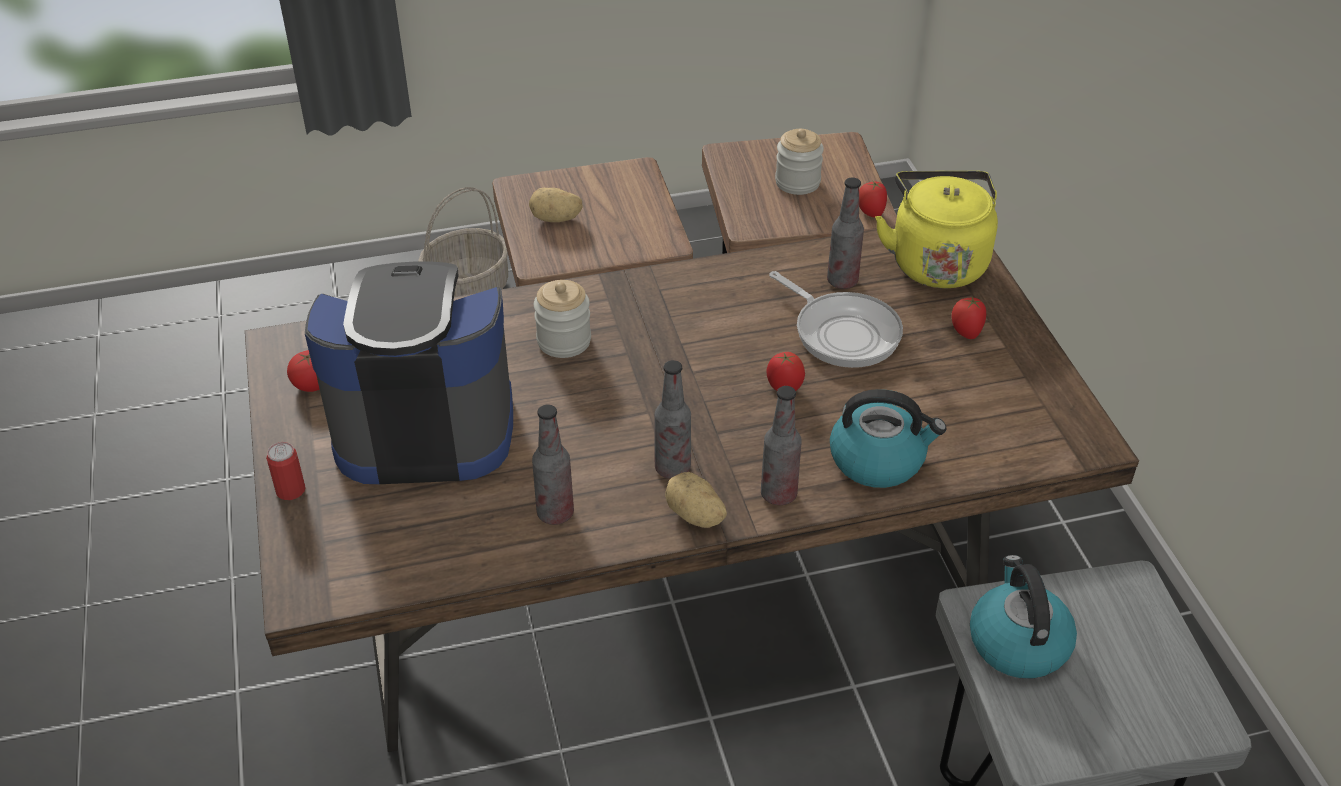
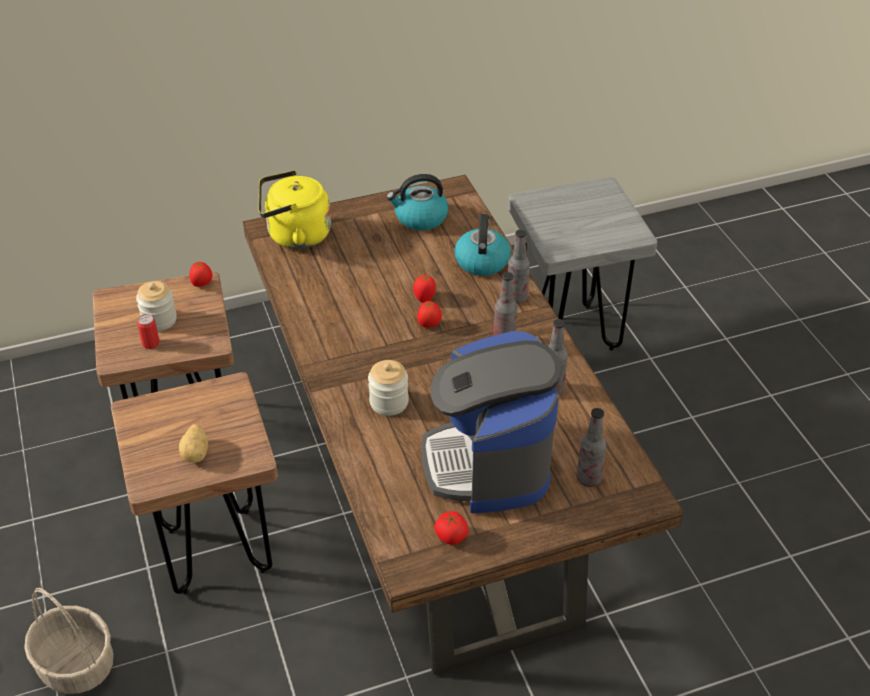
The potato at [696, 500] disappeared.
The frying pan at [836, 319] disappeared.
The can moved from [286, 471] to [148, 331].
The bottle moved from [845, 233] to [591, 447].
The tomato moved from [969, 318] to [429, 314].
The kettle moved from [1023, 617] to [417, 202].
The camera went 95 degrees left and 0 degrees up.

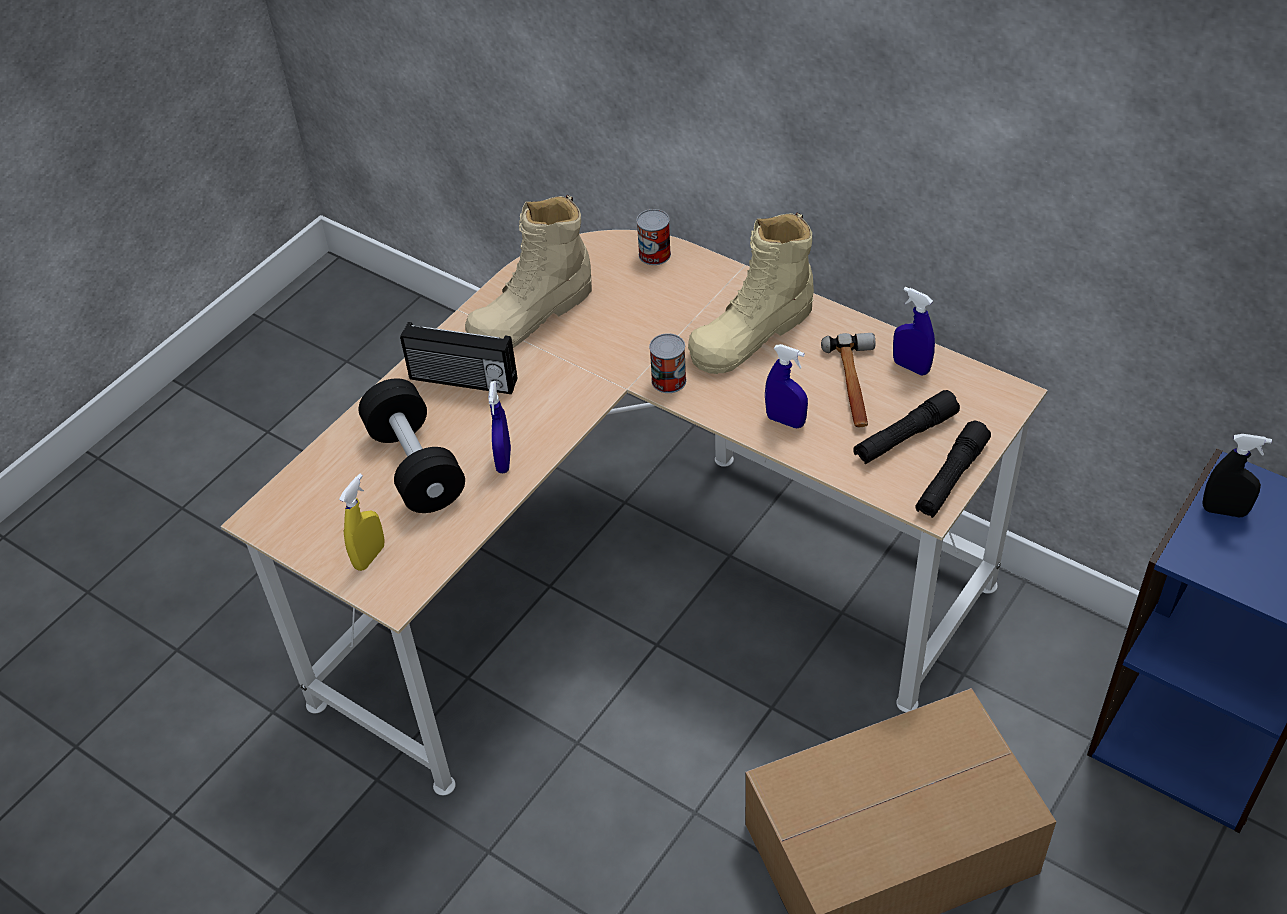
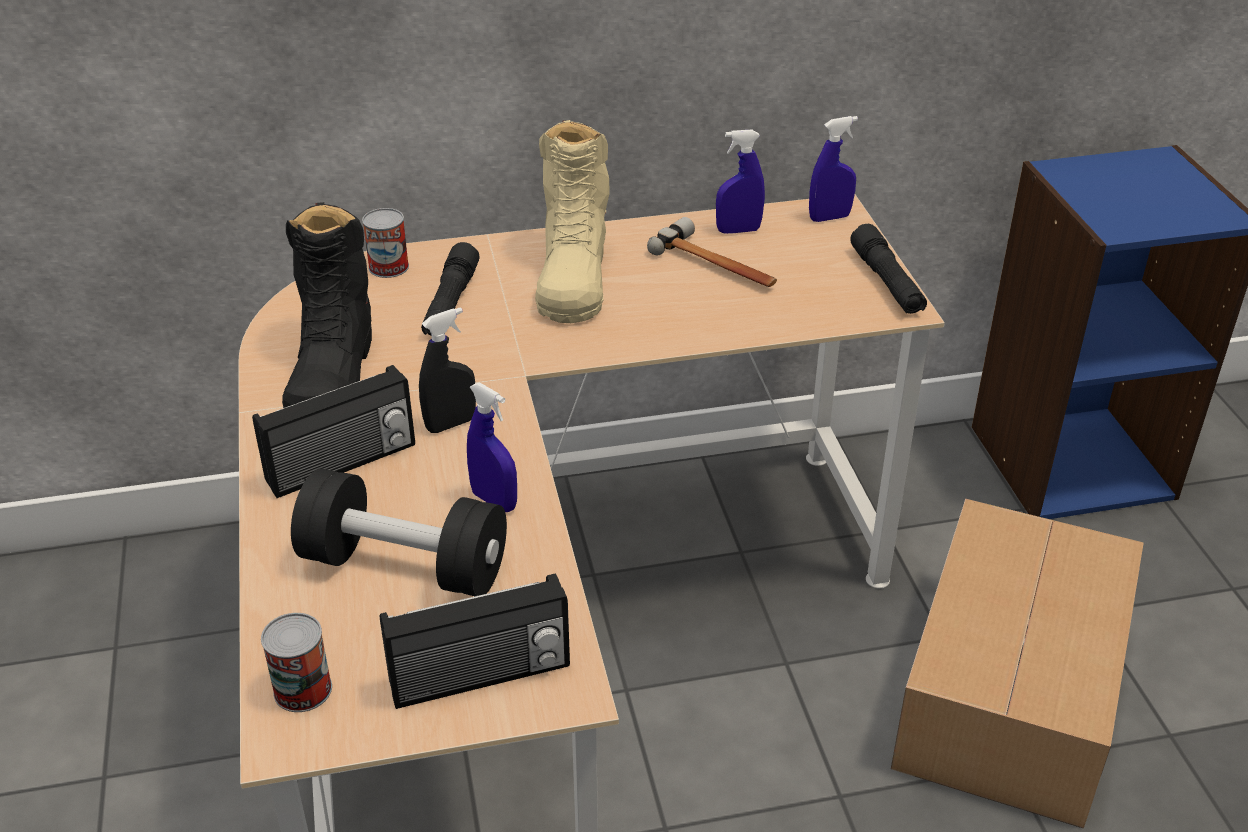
The can moved from [667, 363] to [296, 662].
The spray bottle (blue) moved from [786, 386] to [833, 169].
The flashlight (black) moved from [906, 427] to [450, 289].
The spray bottle (black) moved from [1237, 475] to [447, 370].
The spray bottle (yellow) at [361, 522] was replaced by the radio at [475, 641].
The boot (beige) at [528, 271] became the boot (black) at [327, 305].
The camera went 50 degrees left and 10 degrees down.

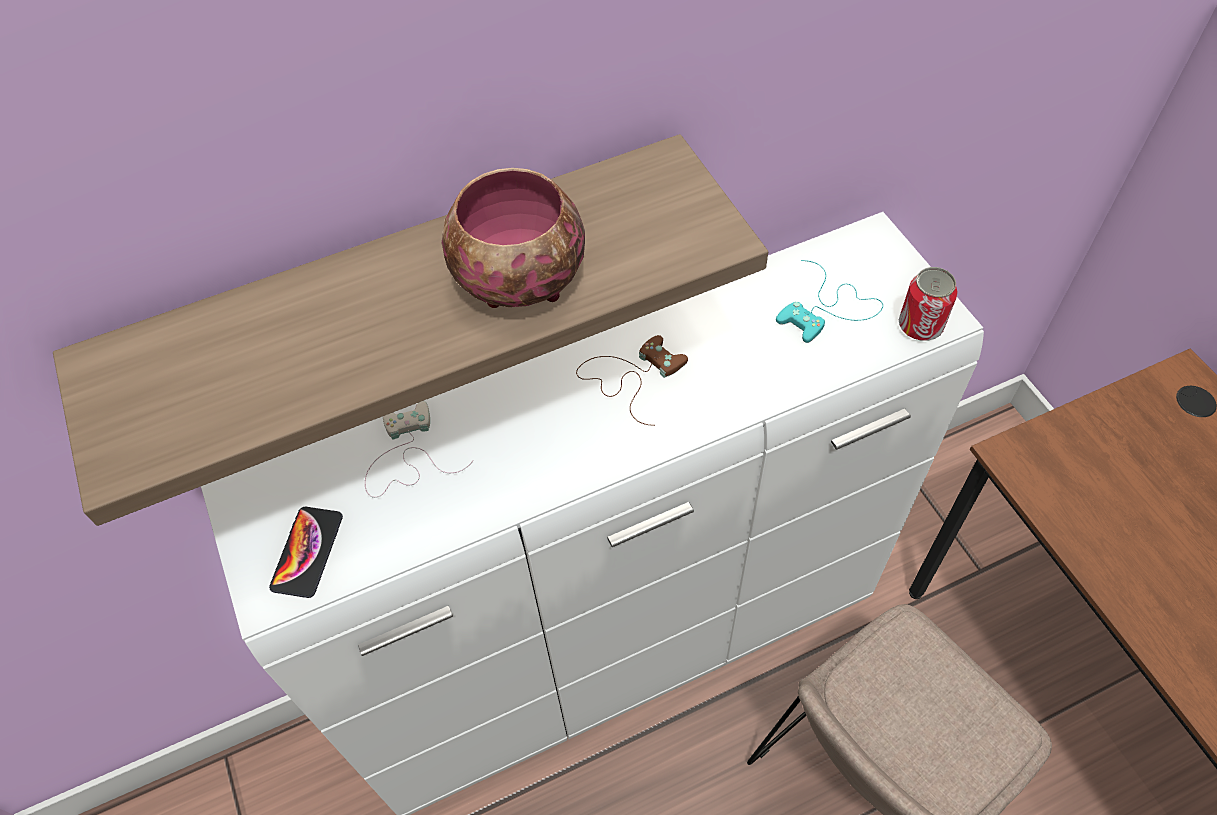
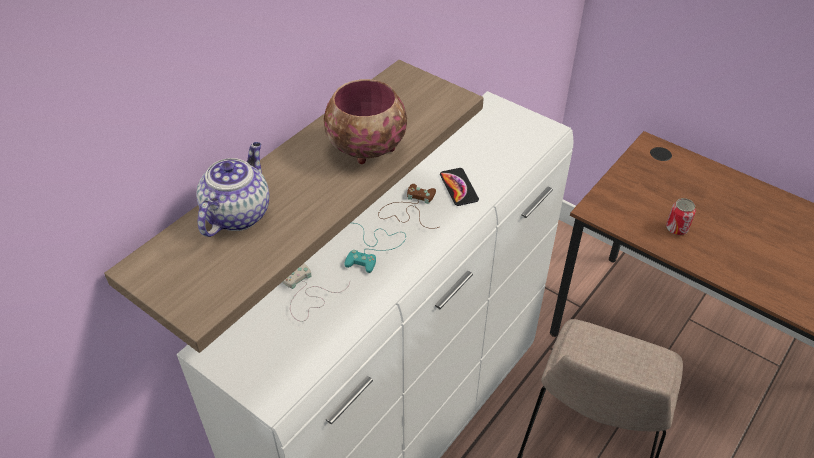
The teapot at [233, 189] appeared.
The phone moved from [306, 552] to [459, 187].
The game controller (turquoise) moved from [829, 301] to [375, 248].
The can moved from [928, 304] to [681, 216].
The camera went 30 degrees left and 10 degrees down.

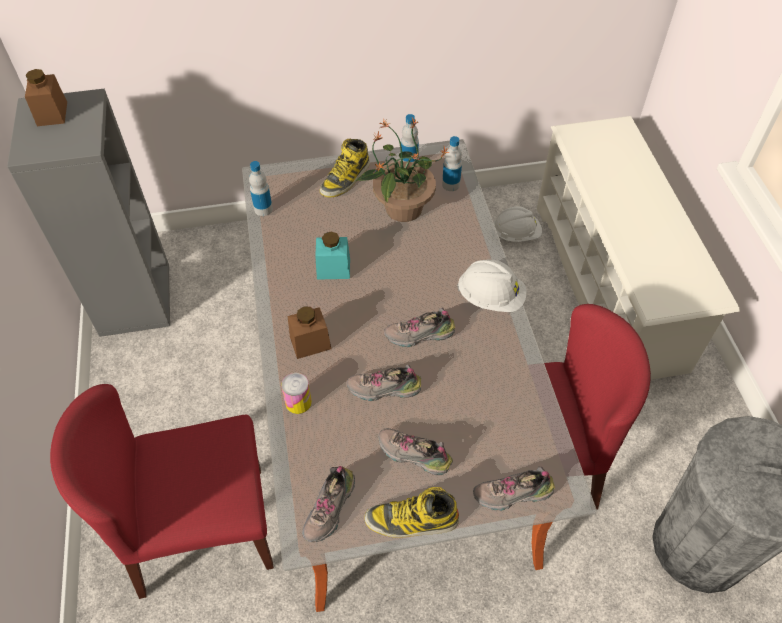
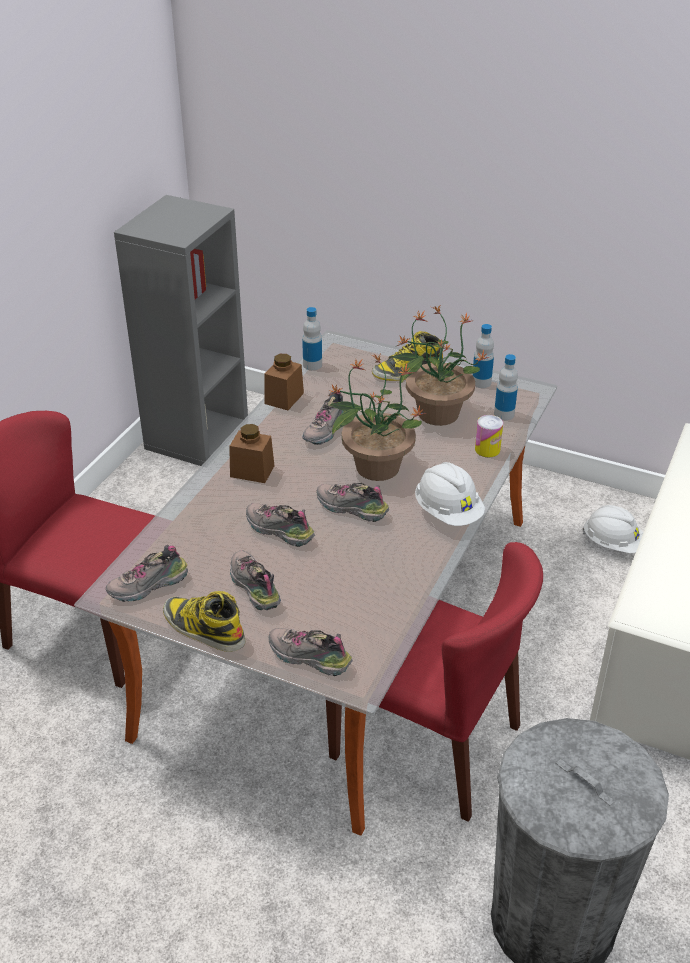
The potted plant at [377, 417] appeared.
The jar (brown) moved from [46, 97] to [284, 382].
The can moved from [296, 393] to [489, 436].
The jar (turquoise) at [332, 256] was replaced by the shoe at [323, 417].
The camera went 35 degrees right and 15 degrees down.

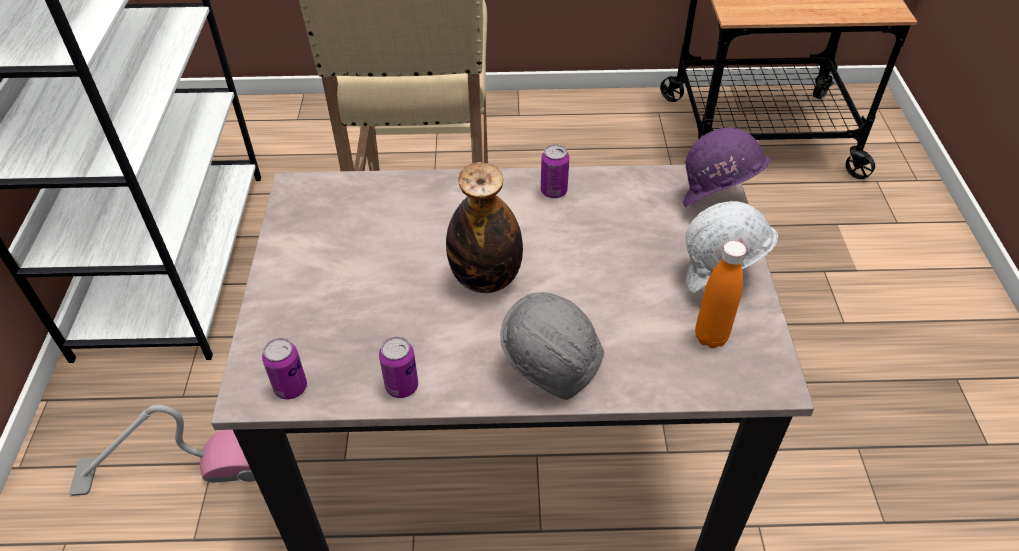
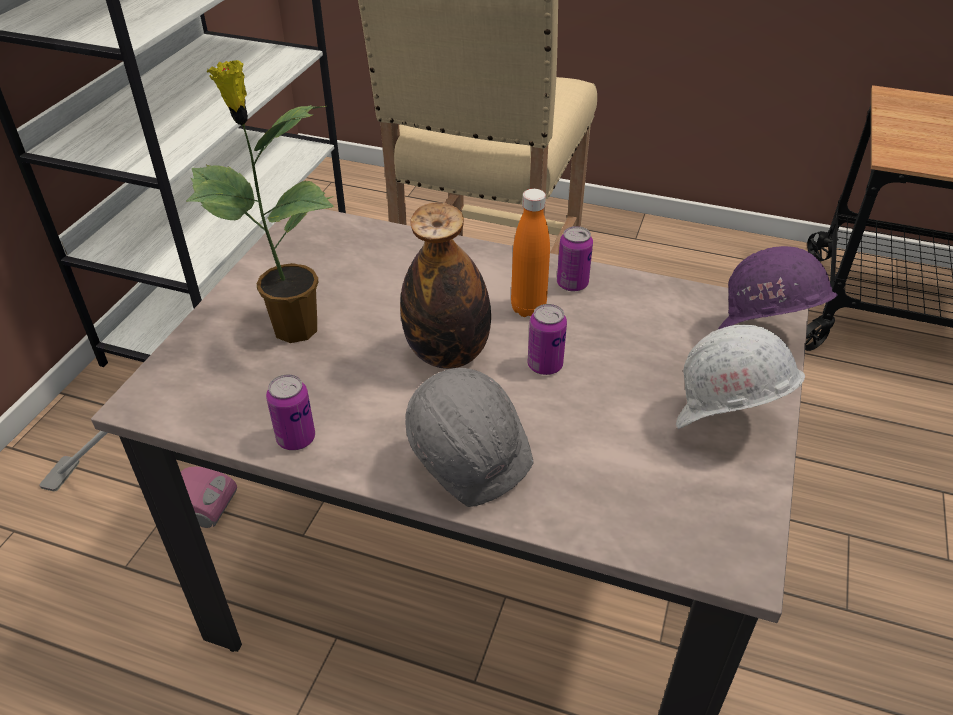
The potted plant at [260, 201] appeared.
The can moved from [284, 369] to [547, 339].
The bottle (orange) moved from [720, 294] to [530, 253].
The camera went 20 degrees right and 5 degrees down.

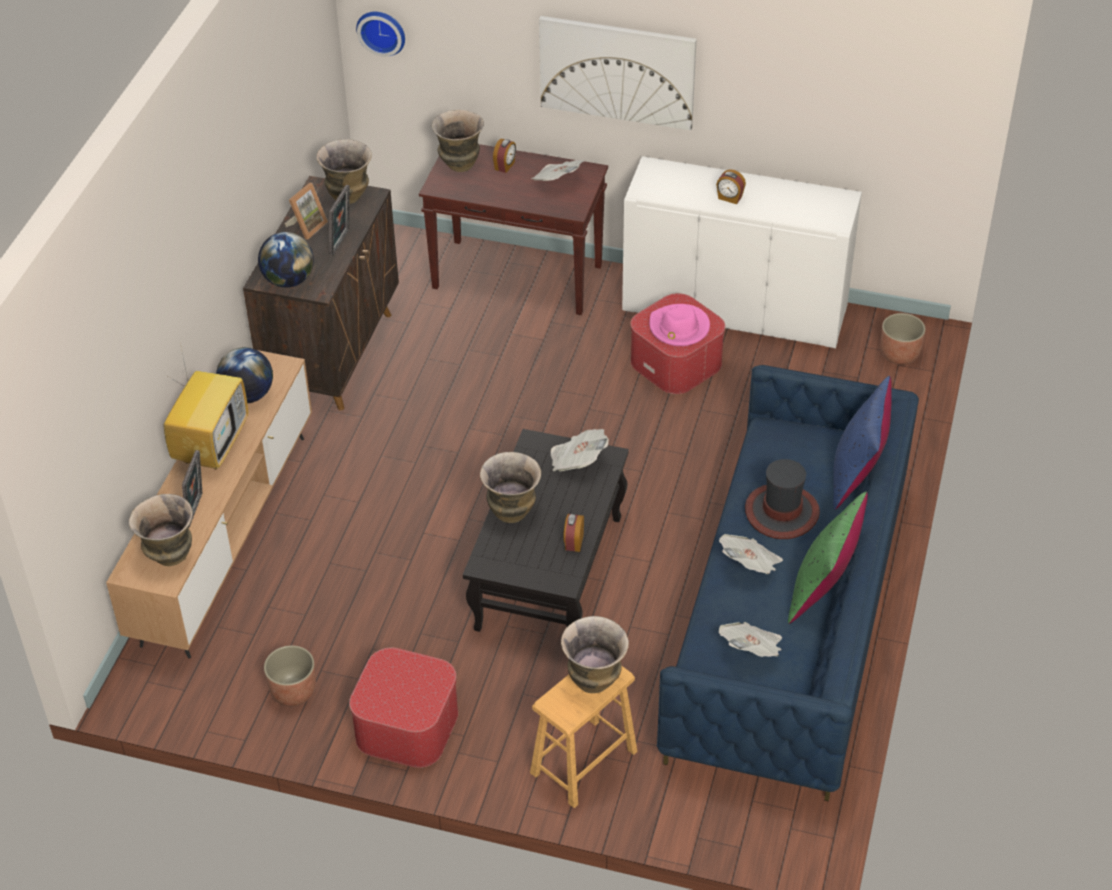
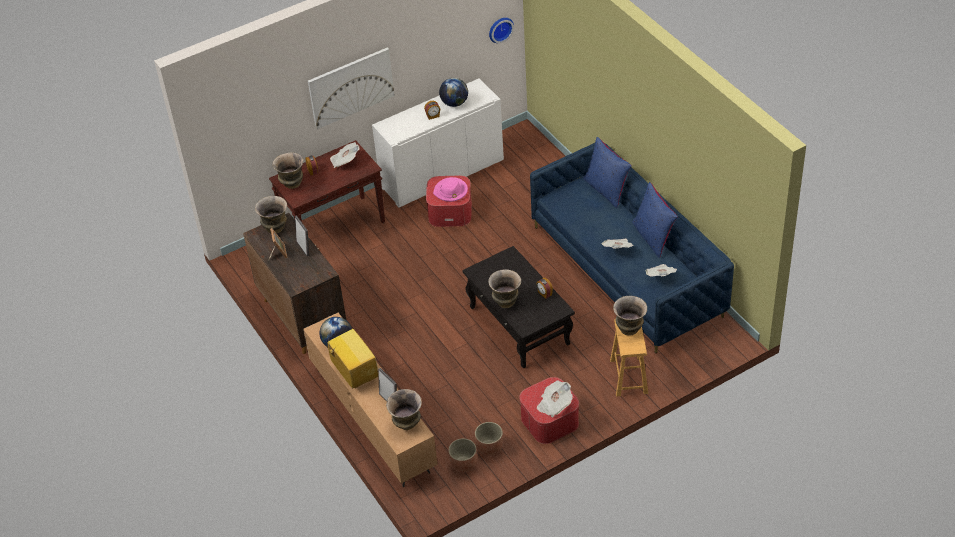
The hat at [782, 499] disappeared.
The globe moved from [286, 260] to [453, 92].
The wall clock moved from [380, 34] to [501, 30].
The newspaper moved from [580, 450] to [555, 399].
The planter moved from [903, 339] to [462, 455].
The pillow (green) at [828, 557] became the pillow (blue) at [654, 220].
The camera went 45 degrees left and 0 degrees up.

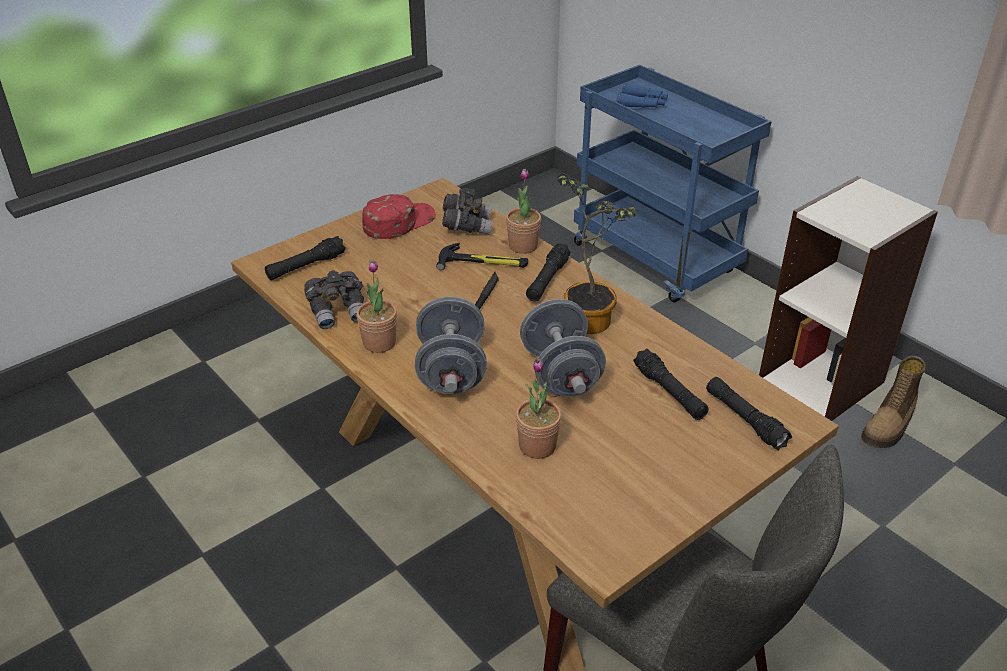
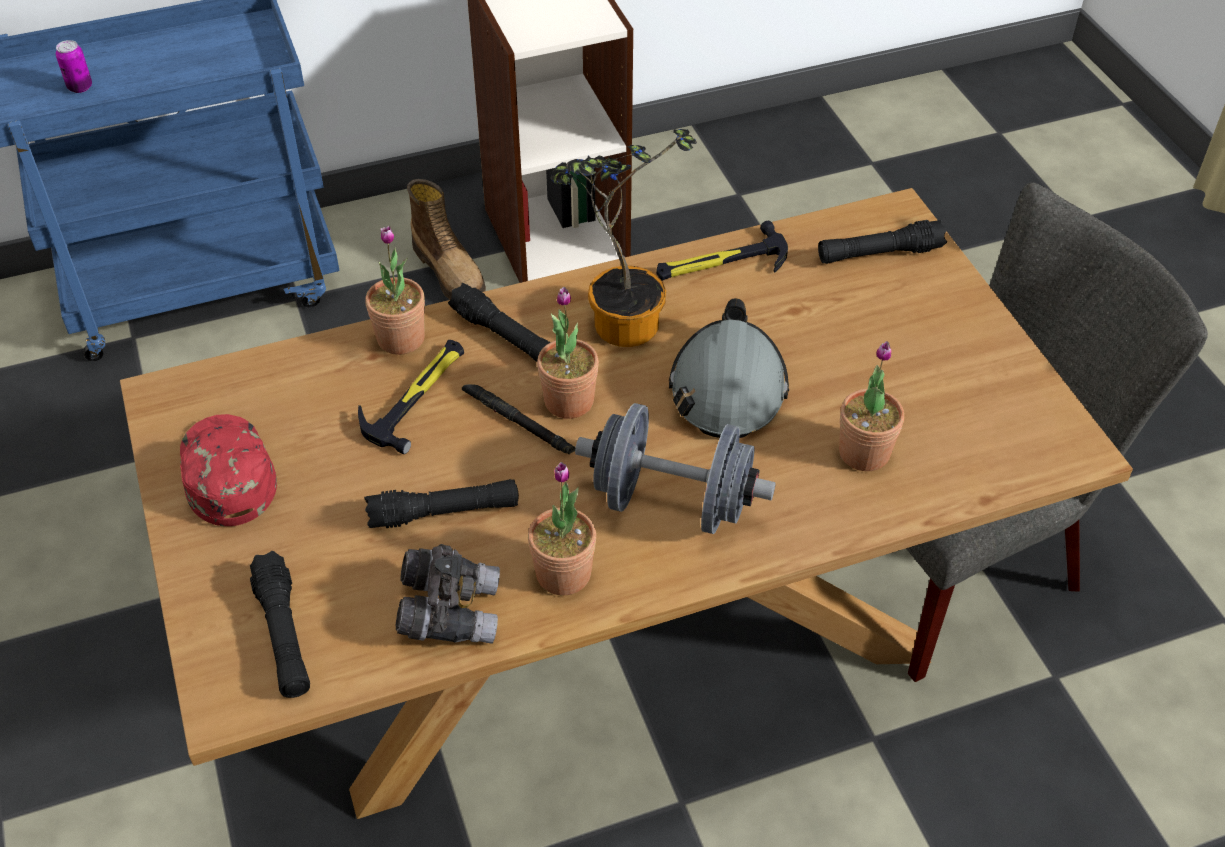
The binoculars (grey) at [467, 211] disappeared.
The potted plant at [568, 353] appeared.
The hammer at [722, 251] appeared.
The flashlight (black) moved from [671, 384] to [441, 503].
The boot moved from [893, 402] to [446, 239].
The dumbbell (grey) at [563, 348] was replaced by the hard hat (grey) at [729, 368].
The binoculars (blue) at [642, 95] was replaced by the can at [74, 66].
The camera went 70 degrees left and 10 degrees up.

